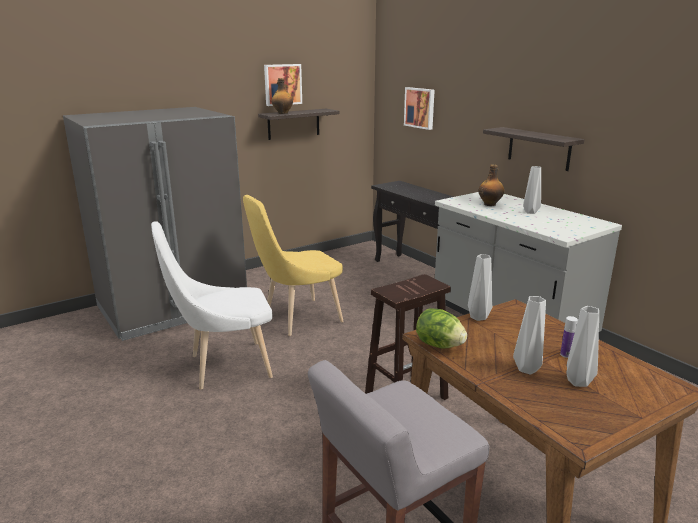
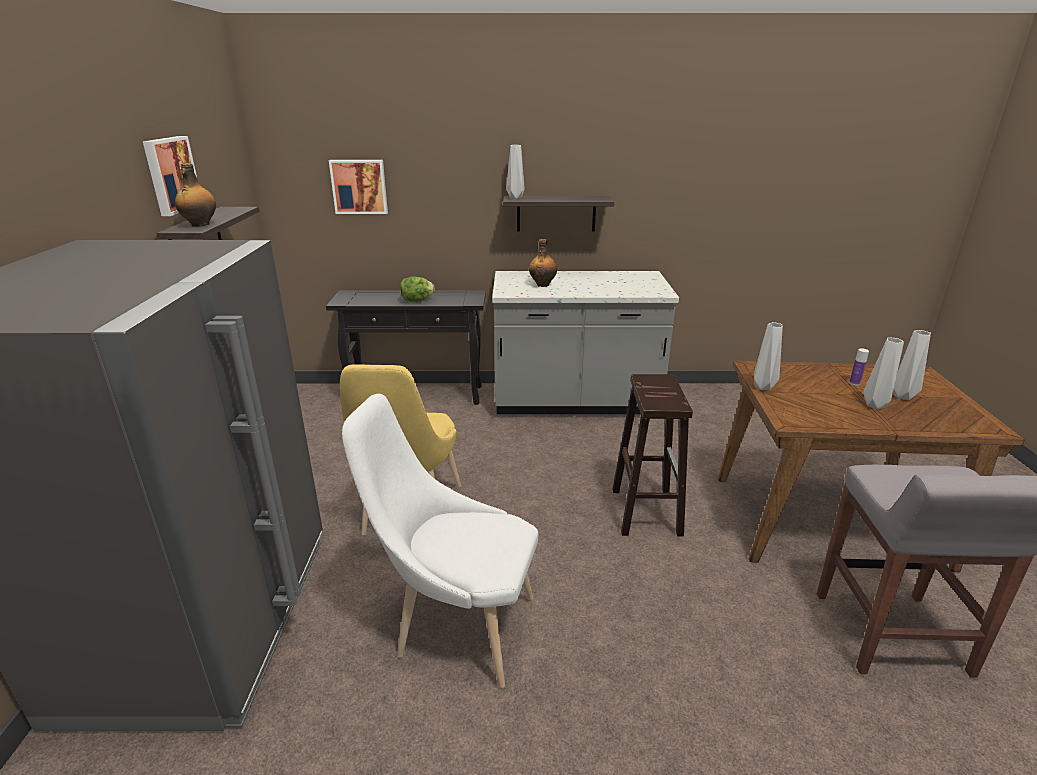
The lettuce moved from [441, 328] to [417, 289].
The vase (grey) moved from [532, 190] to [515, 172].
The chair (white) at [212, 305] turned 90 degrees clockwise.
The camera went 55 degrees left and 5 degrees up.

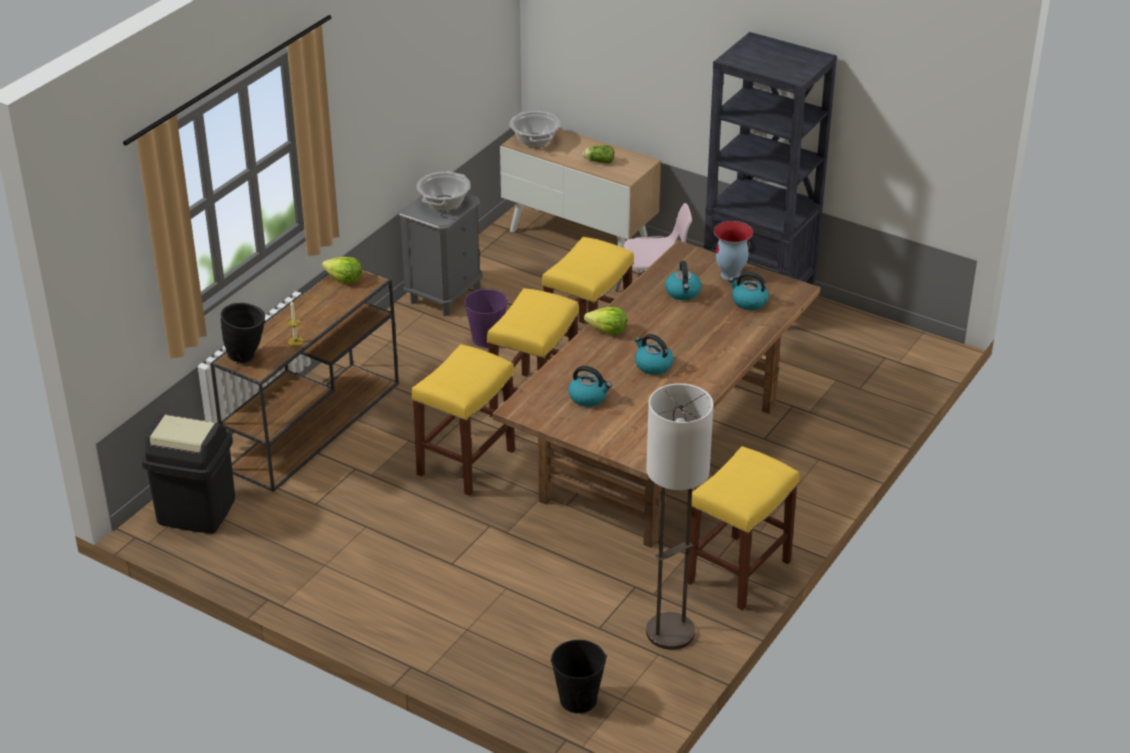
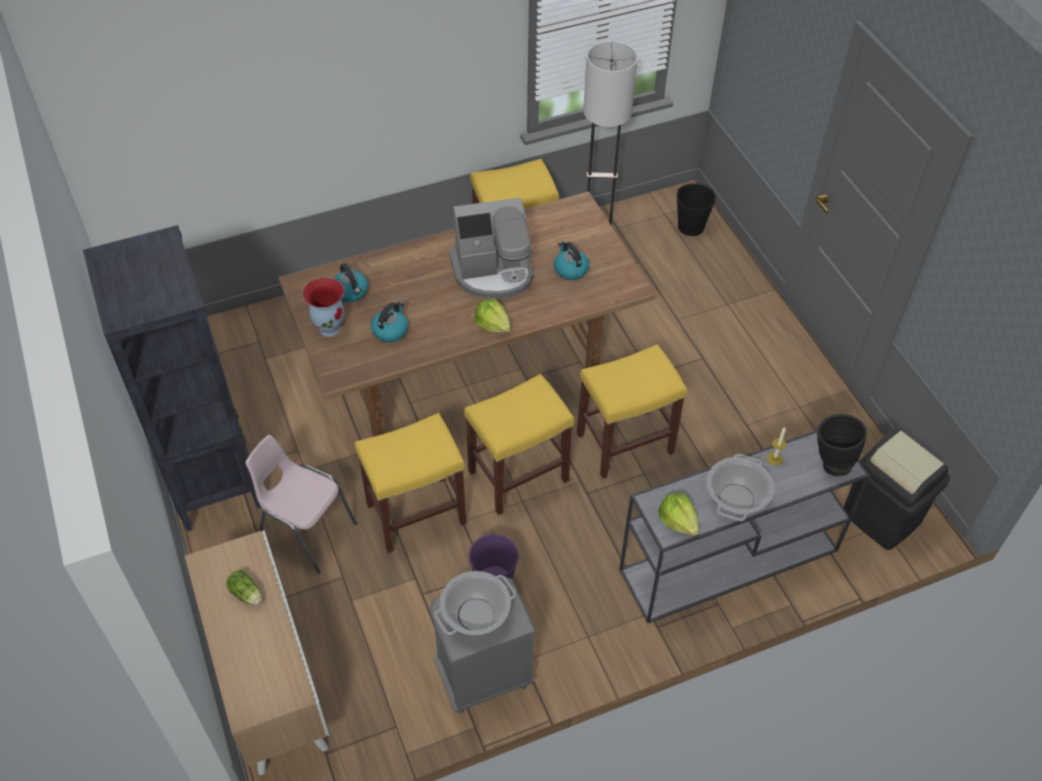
The cooking pot moved from [535, 129] to [740, 487].
The kettle at [654, 354] was replaced by the coffee machine at [491, 248].
The console table (brown) at [304, 380] became the console table (grey) at [744, 526].
The camera went 145 degrees left and 15 degrees up.

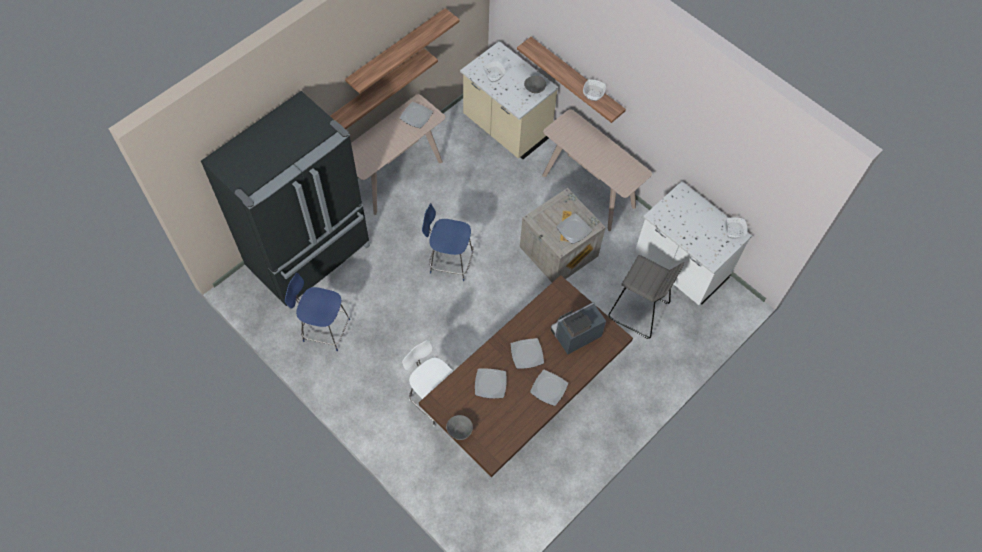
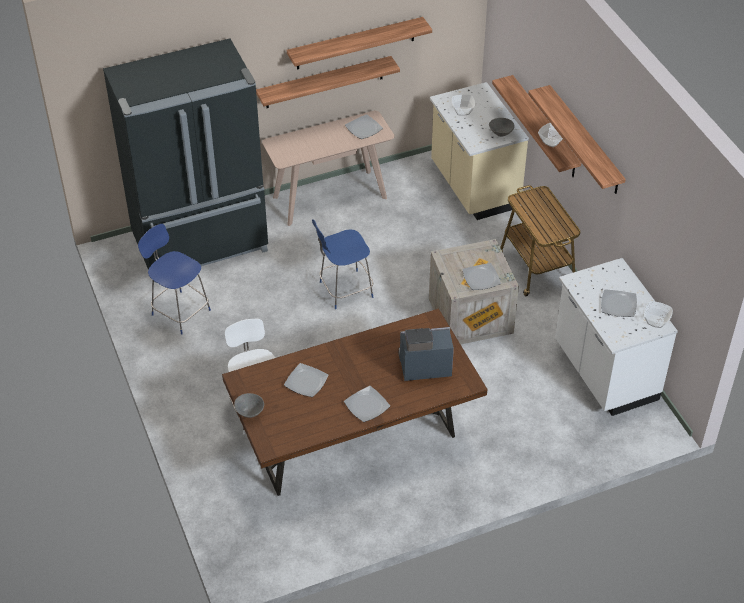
The stool (grey) at [646, 297] disappeared.
The shelf at [577, 139] appeared.
The plate moved from [527, 353] to [619, 303].
The console table (beige) at [597, 170] was replaced by the cart at [540, 240].
The chair (blue) at [448, 242] turned 60 degrees counterclockwise.
The camera went 25 degrees right and 15 degrees down.

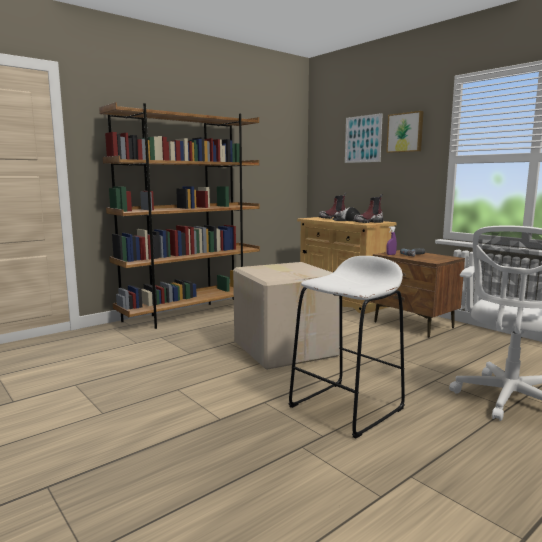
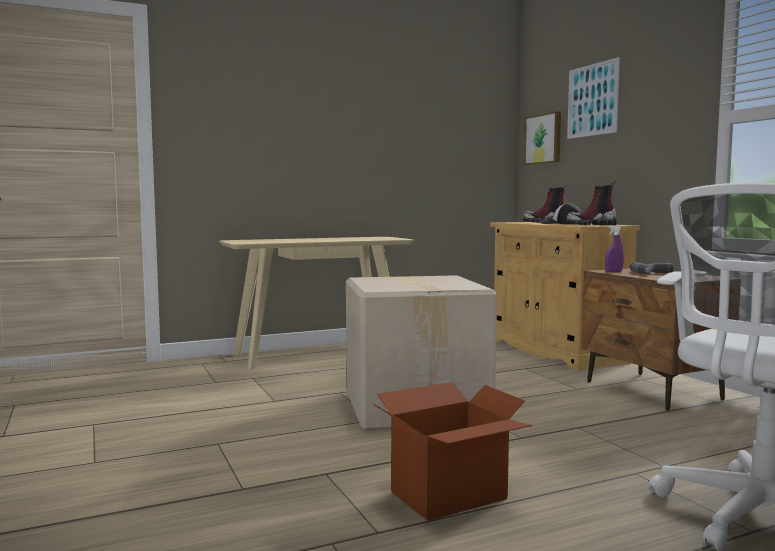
The picture moved from [404, 132] to [542, 138].
The bookcase (brown) at [179, 215] was replaced by the console table (beige) at [316, 303].
The stool (white) at [347, 347] was replaced by the cardboard box at [452, 451].
The camera went 15 degrees right and 5 degrees down.

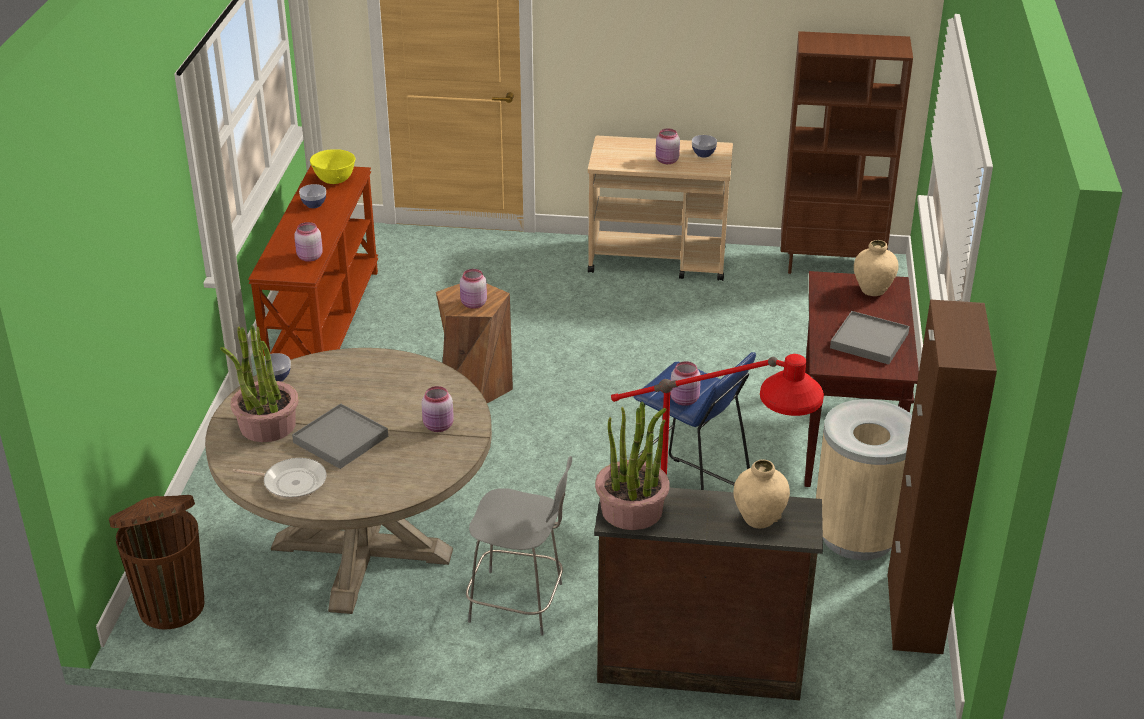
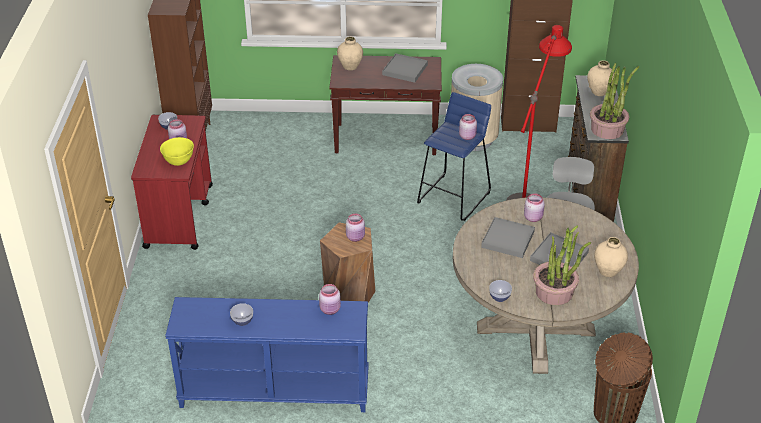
The tray (grey) at [508, 237] appeared.
The bowl (yellow) moved from [333, 166] to [177, 151].
The frying pan at [280, 478] was replaced by the vase (beige) at [611, 257].
The console table (brown) at [313, 263] became the console table (blue) at [267, 354].
The cart (beige) at [660, 208] became the cart (red) at [172, 182].
The camera went 95 degrees left and 5 degrees up.

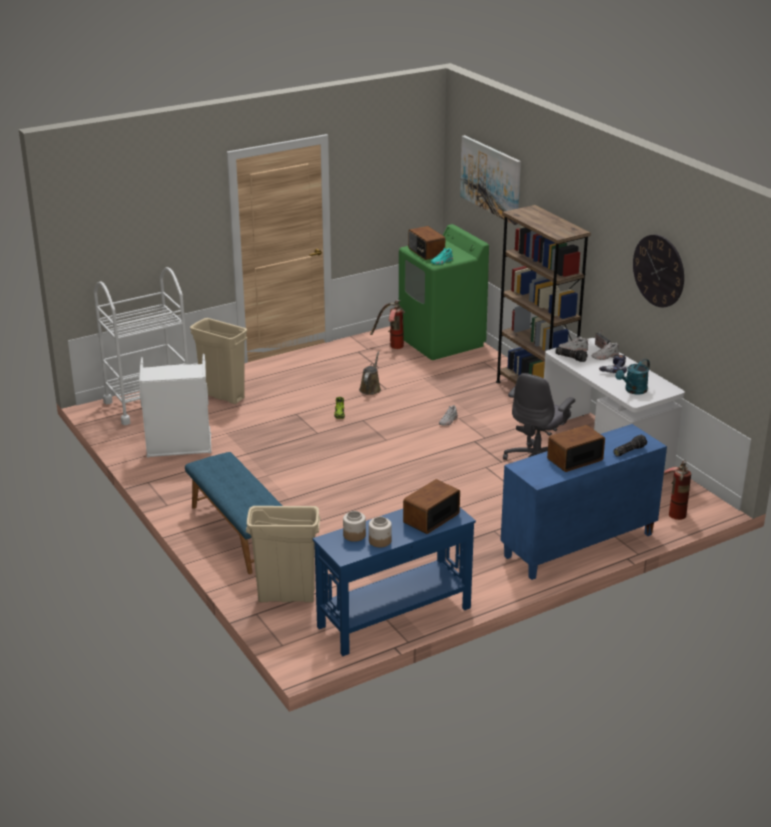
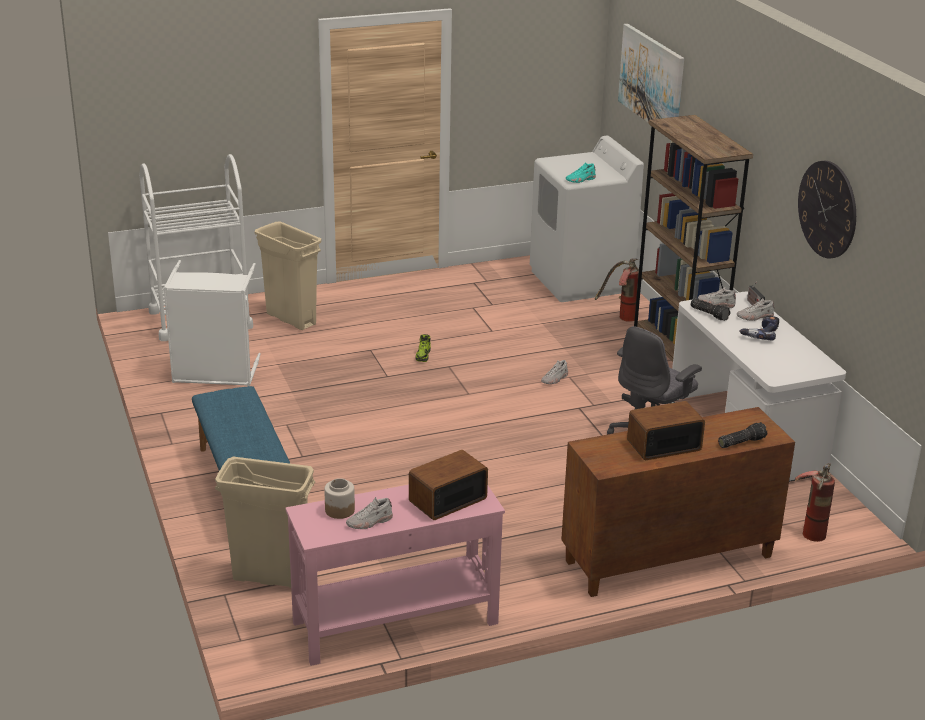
The watering can (brown) at [370, 373] disappeared.
The radio at [426, 243] disappeared.
The watering can (turquoise) at [632, 377] disappeared.
The fire extinguisher moved from [387, 324] to [617, 290].
The jar at [380, 532] was replaced by the shoe (white) at [369, 513].
The console table (blue) at [394, 581] became the console table (pink) at [395, 575].
The washing machine (green) at [444, 292] became the washing machine (white) at [587, 219].
The cabinet (blue) at [584, 502] became the cabinet (brown) at [678, 502].
The camera went 10 degrees right and 0 degrees up.

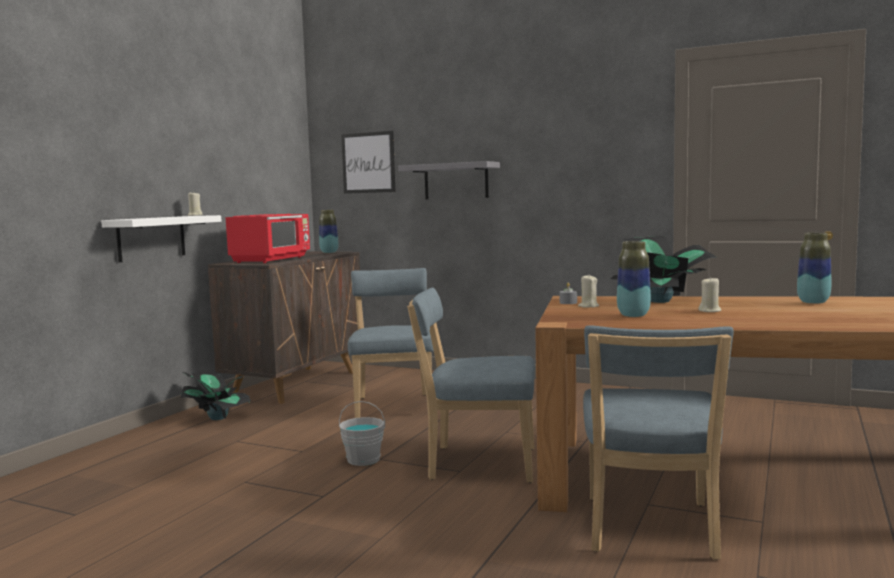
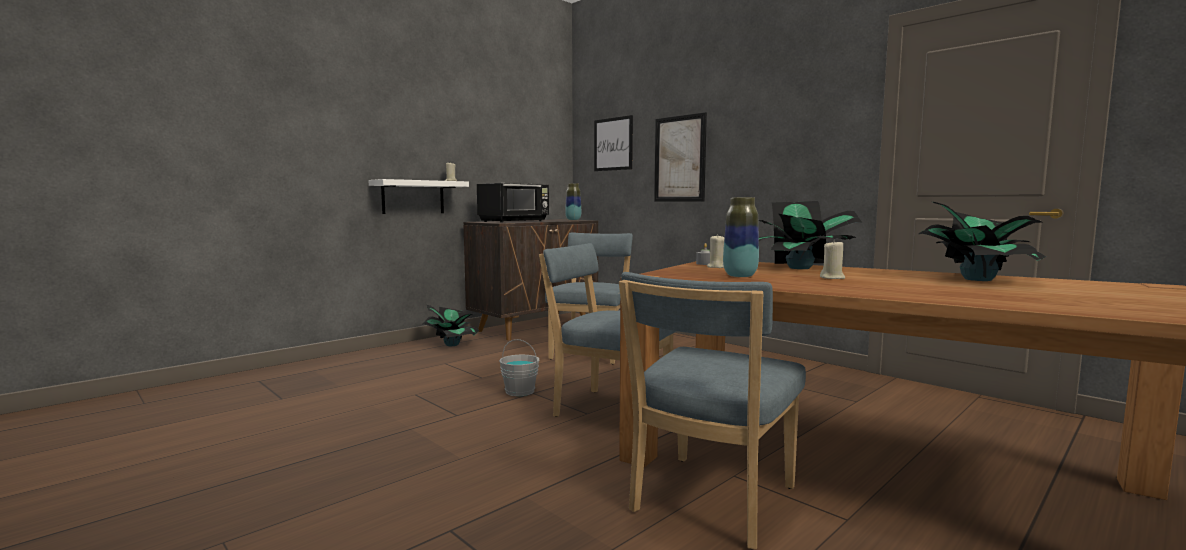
The shelf (grey) at [449, 180] was replaced by the picture at [680, 157].
The vase at [814, 268] was replaced by the potted plant at [982, 241].
The microwave (red) at [267, 238] became the microwave (black) at [513, 203].
The camera went 20 degrees right and 0 degrees up.

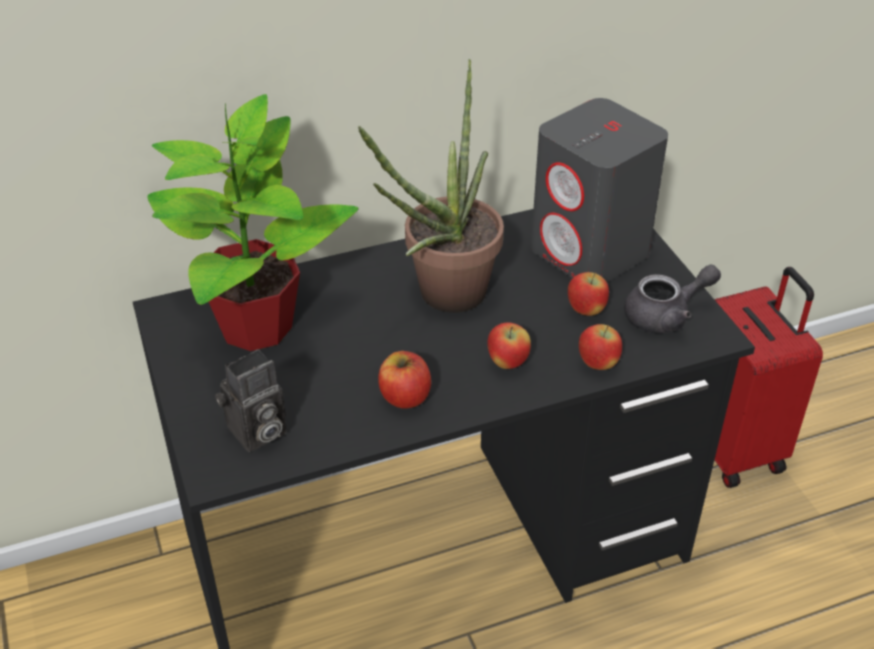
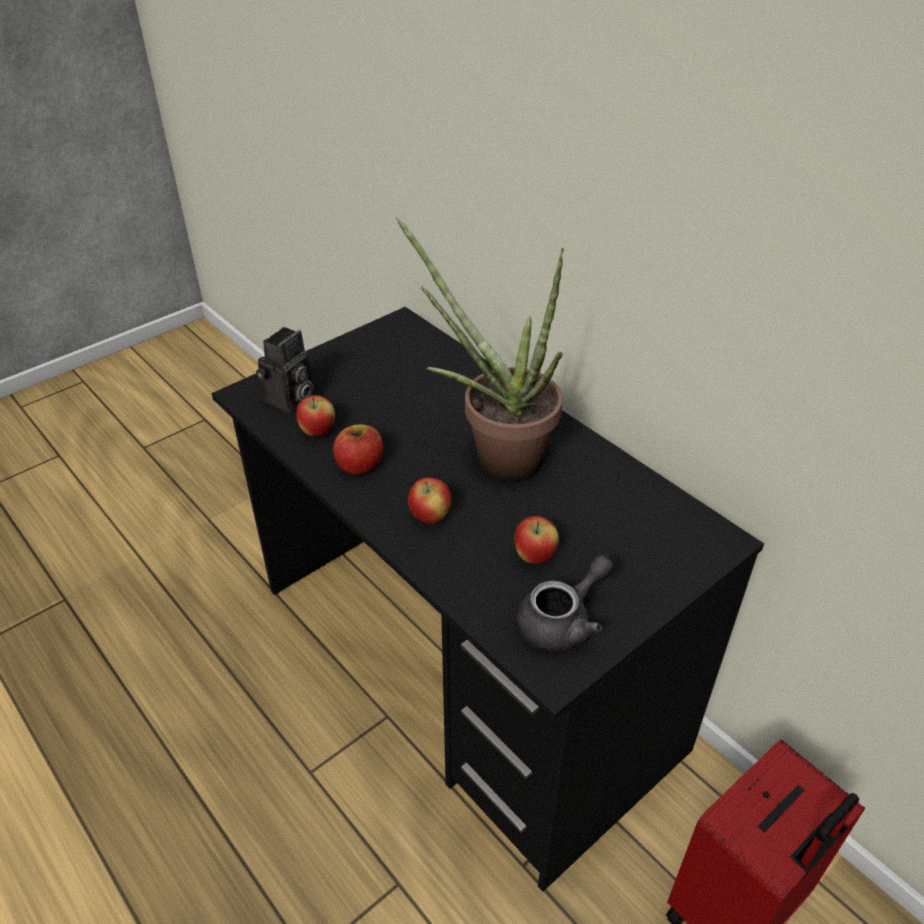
The potted plant at [252, 222] disappeared.
The speaker (grey) at [599, 190] disappeared.
The apple moved from [600, 347] to [315, 415].
The photo camera at [251, 400] turned 90 degrees counterclockwise.
The teapot (grey) at [672, 299] turned 90 degrees counterclockwise.
The camera went 70 degrees right and 0 degrees up.

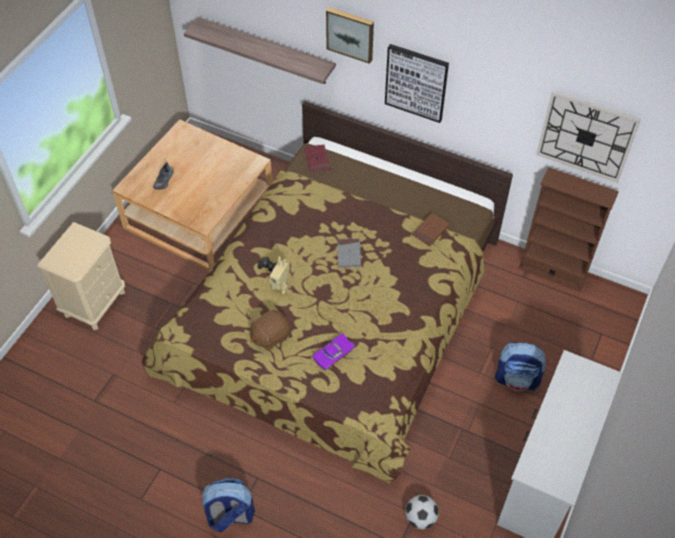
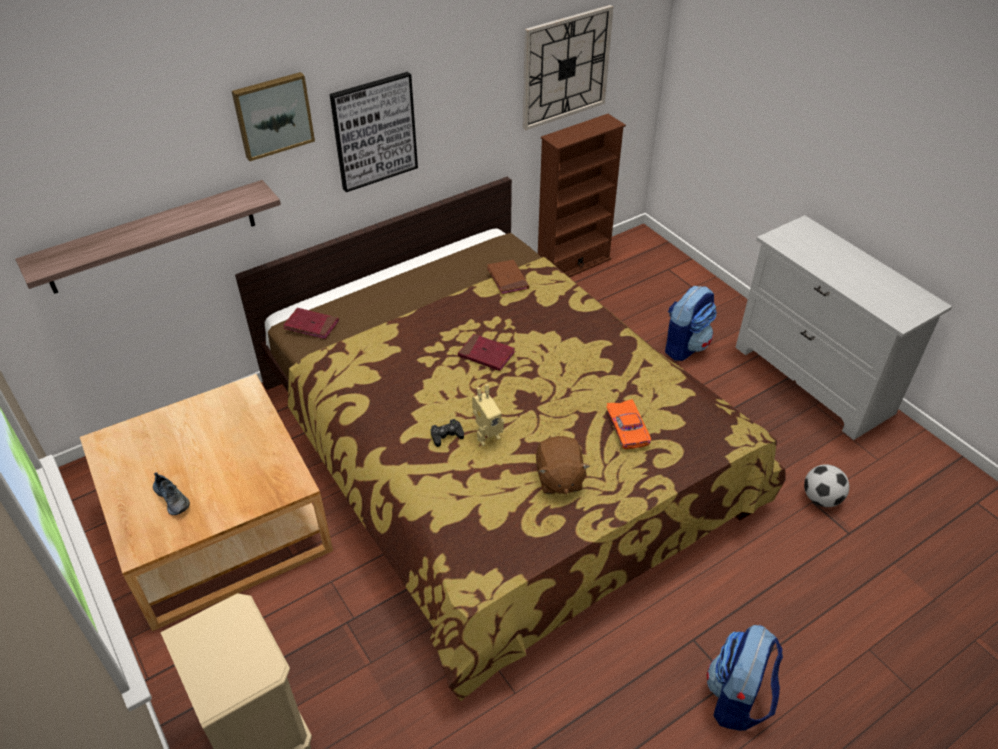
The toy car (purple) at [333, 351] became the toy car (orange) at [628, 424].
The book (grey) at [349, 253] became the book (red) at [486, 352].
The camera went 60 degrees left and 10 degrees down.

